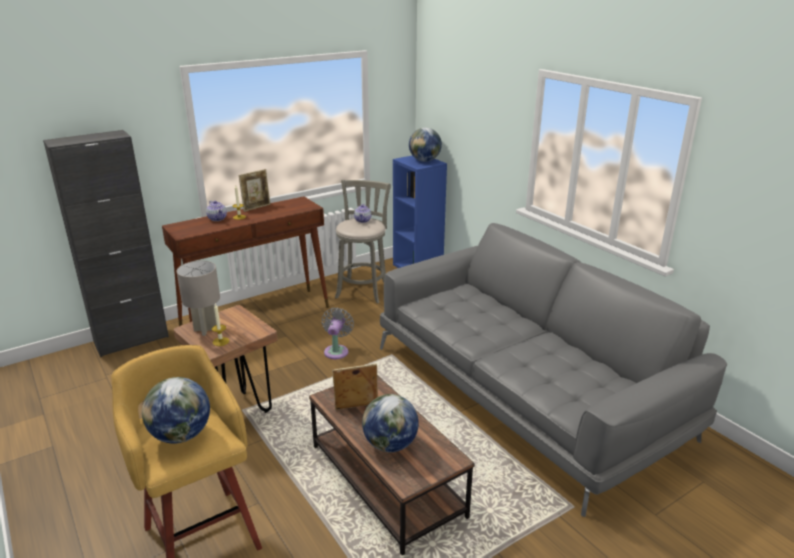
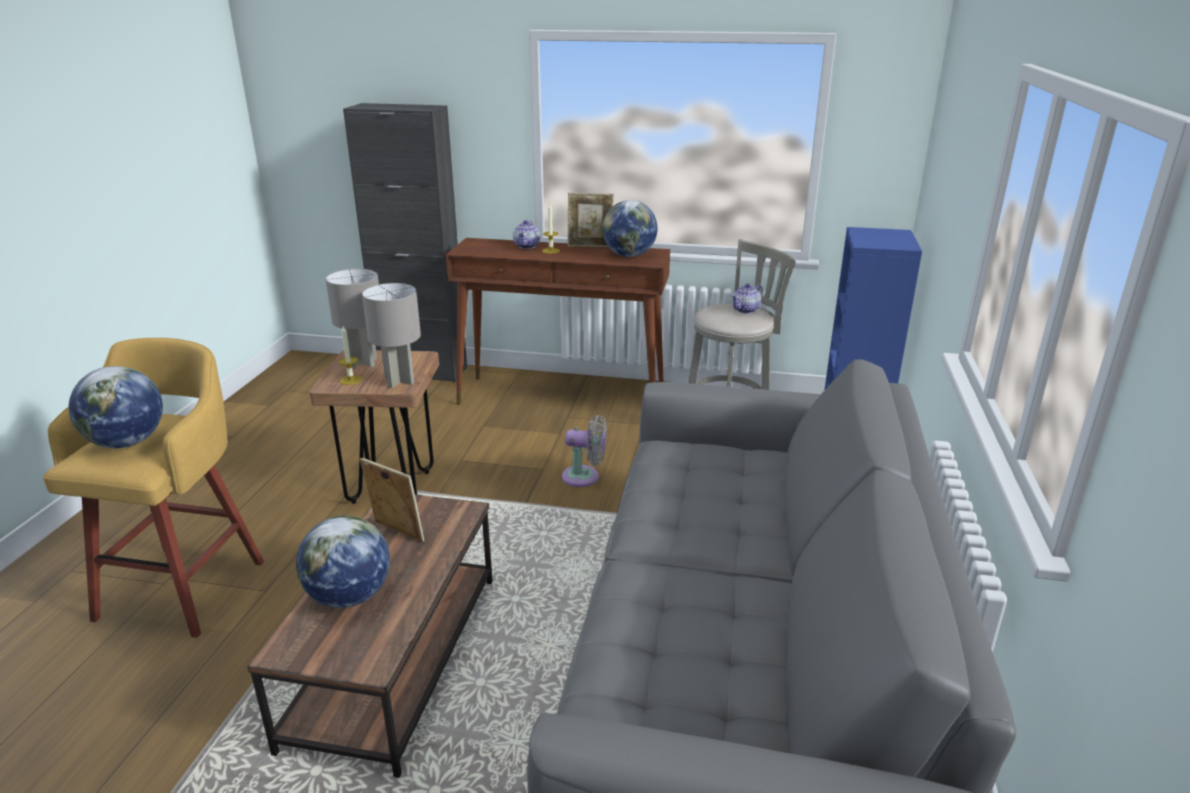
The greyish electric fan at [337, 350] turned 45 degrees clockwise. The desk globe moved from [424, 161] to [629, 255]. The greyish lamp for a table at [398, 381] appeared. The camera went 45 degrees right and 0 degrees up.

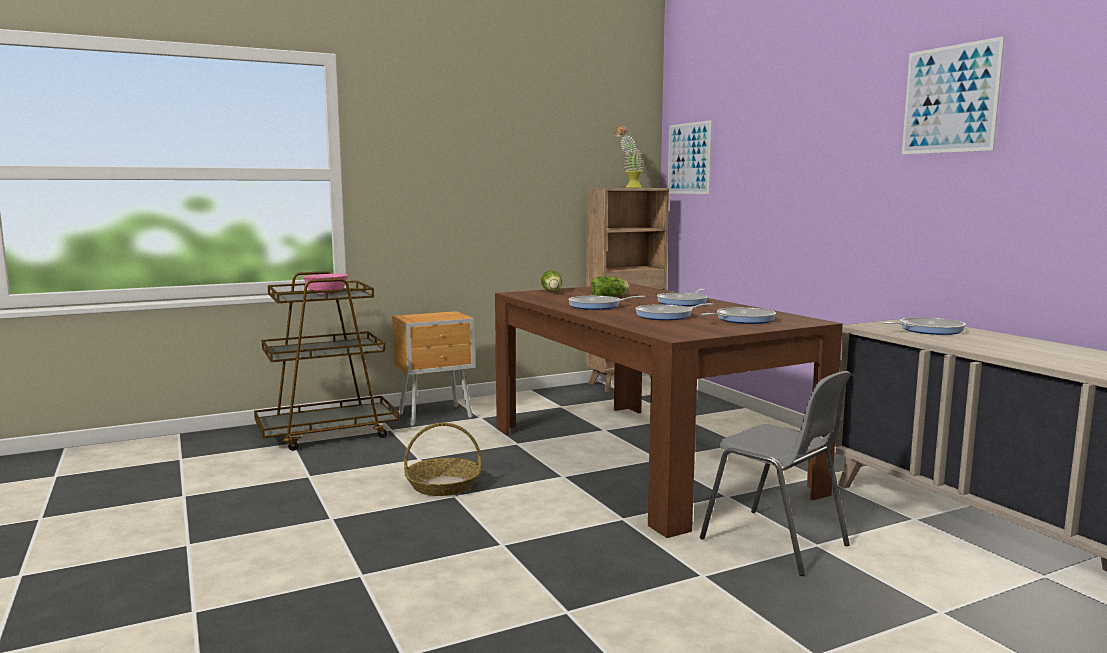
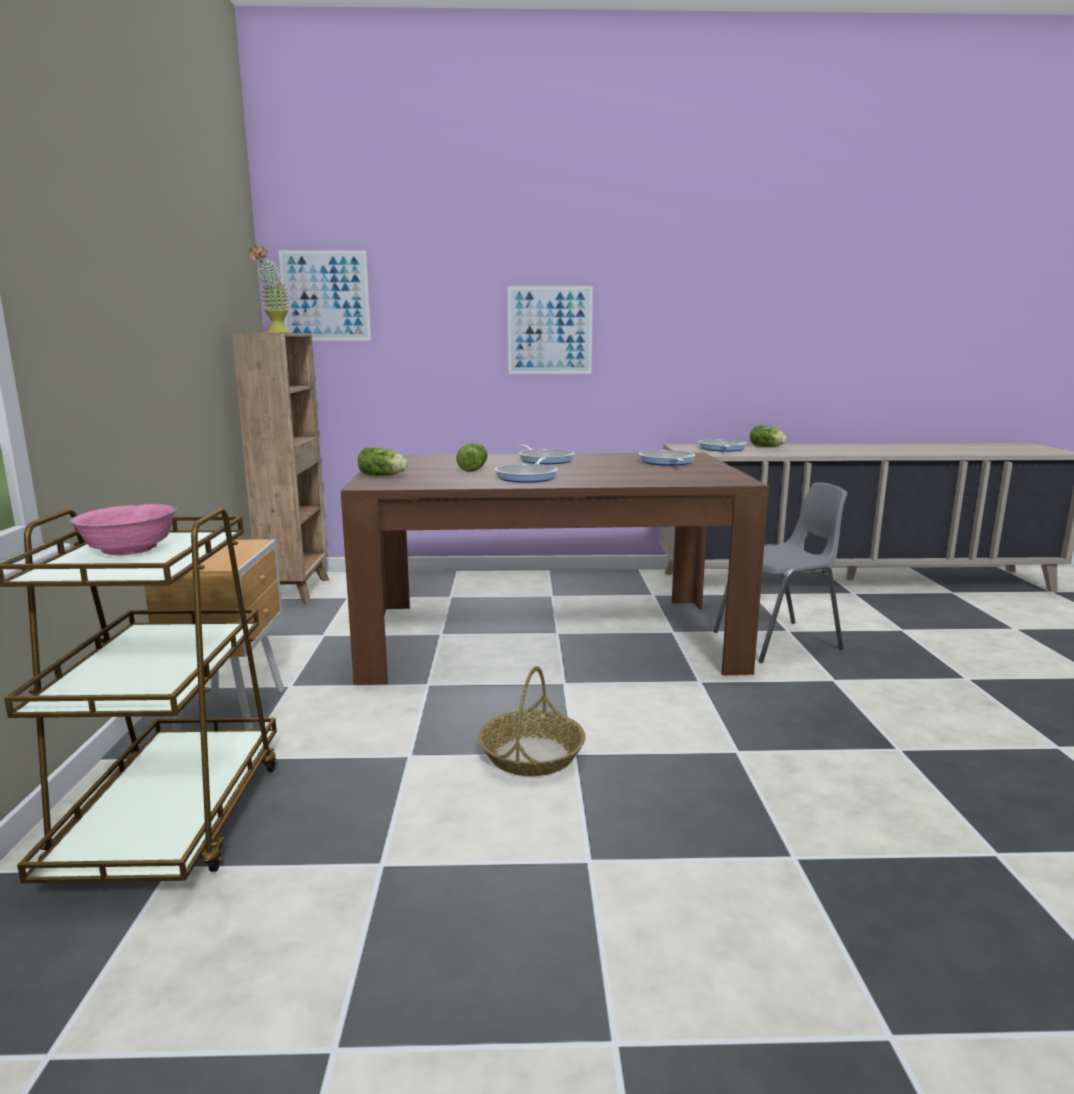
The frying pan at [667, 316] disappeared. The wall picture moved from [950, 99] to [550, 330]. The head of lettuce at [768, 447] appeared. The camera went 65 degrees left and 5 degrees up.

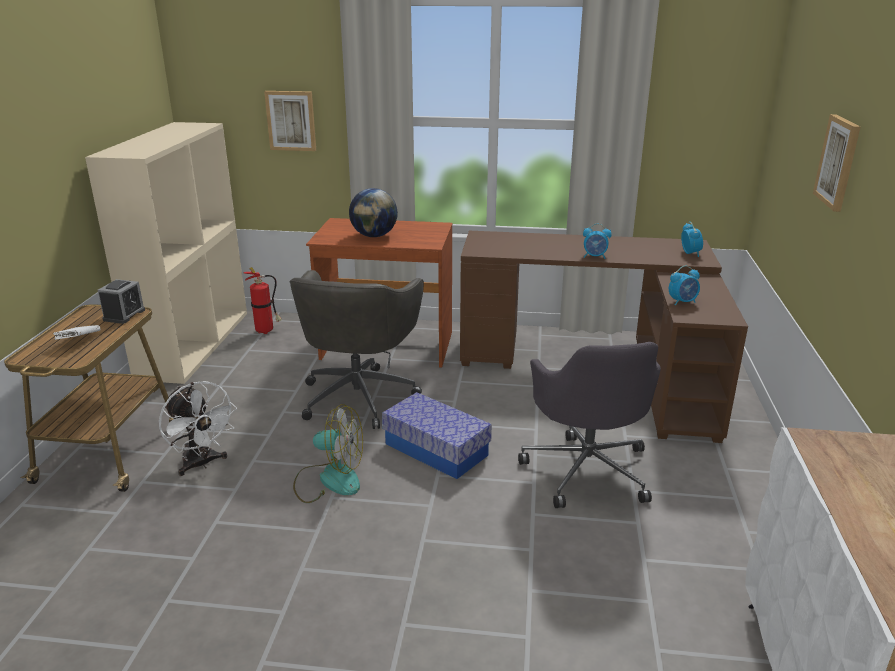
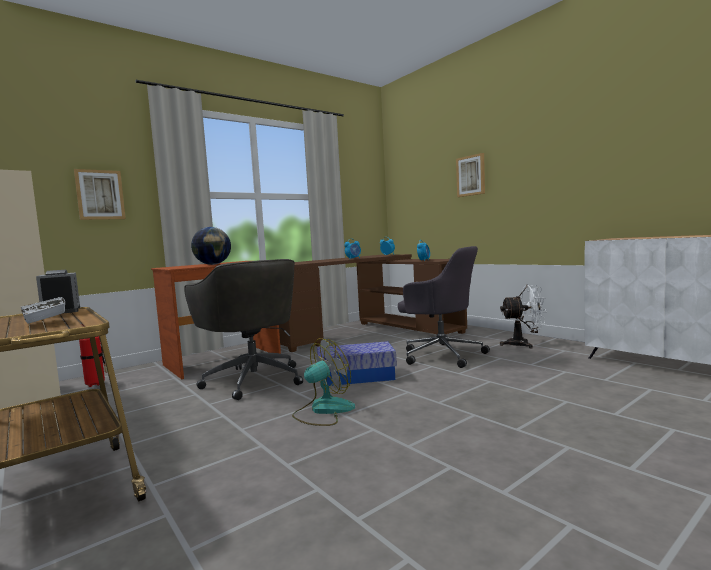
The whitish electric fan moved from [202, 464] to [524, 344]. The camera went 45 degrees left and 20 degrees down.

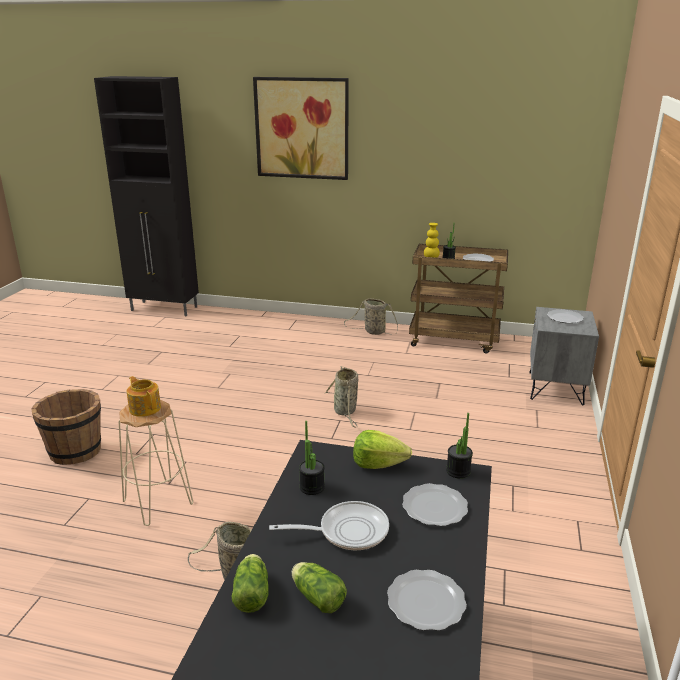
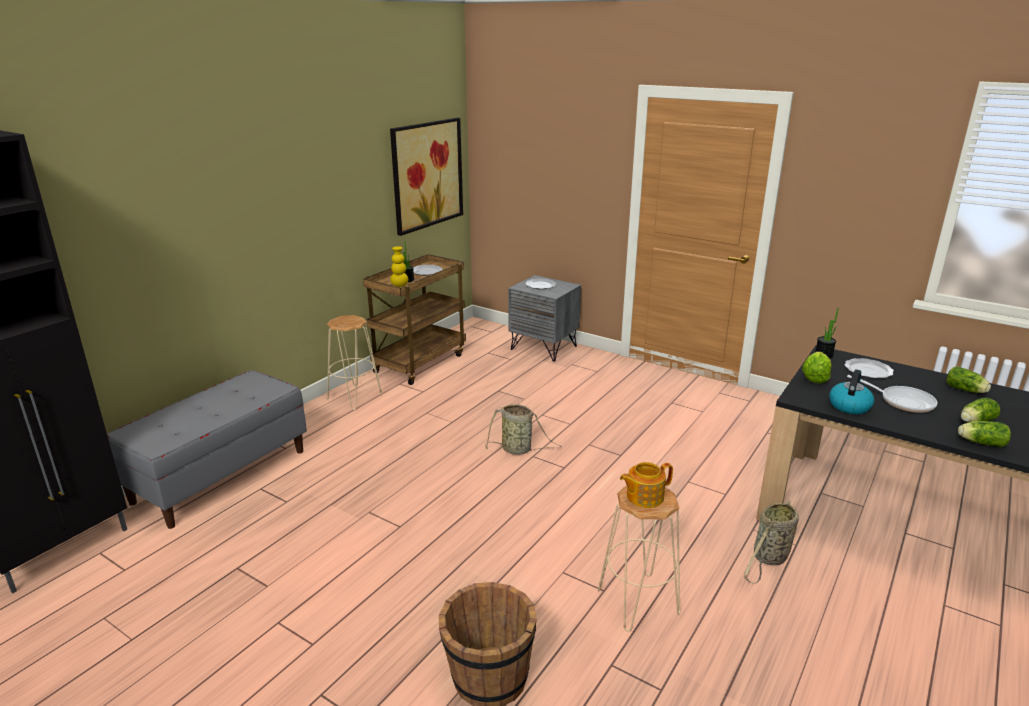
The wall picture moved from [302, 128] to [427, 174]. The frying pan at [347, 531] turned 120 degrees clockwise. The plant in a pot at [312, 487] was replaced by the tea kettle at [849, 406]. The basket at [373, 331] was replaced by the beige stool at [354, 397]. The flat dish at [427, 602] was replaced by the head of lettuce at [966, 390]. The greyish indoor bench at [221, 475] appeared. The camera went 70 degrees left and 0 degrees up.

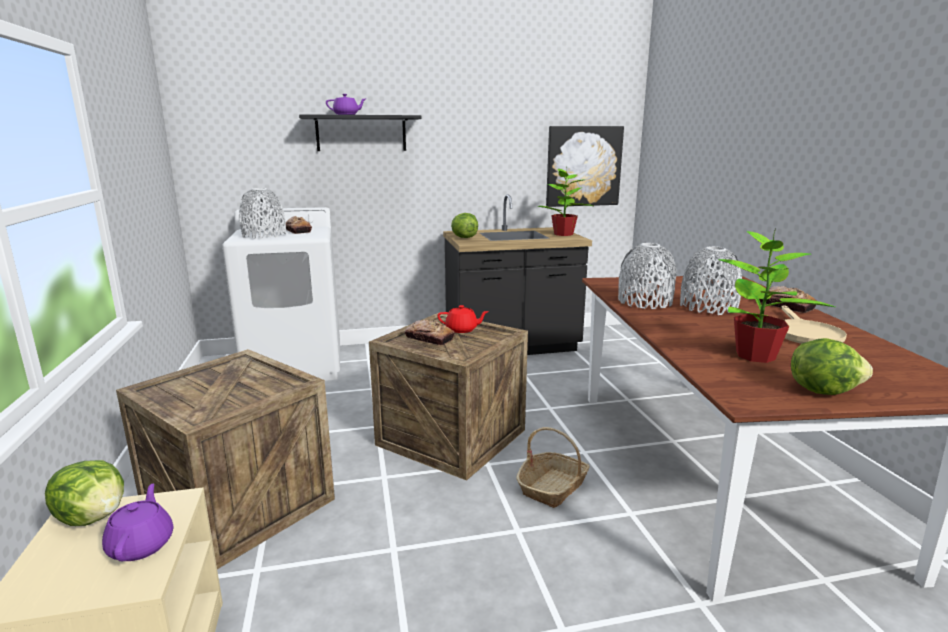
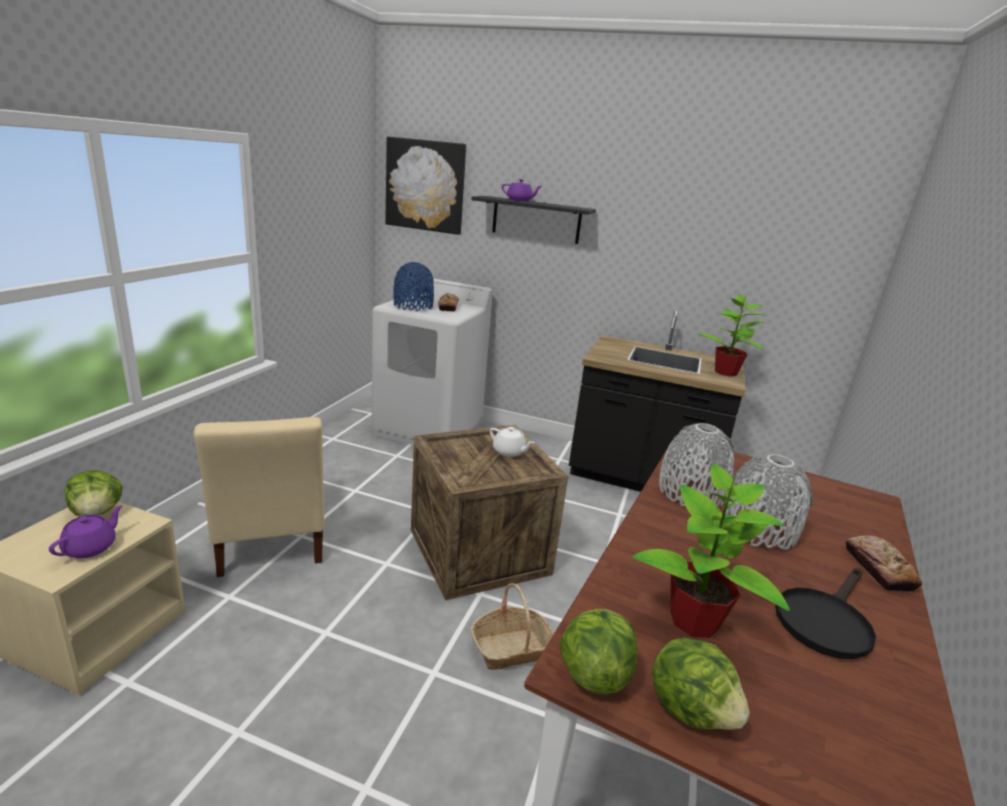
The shipping crate at [239, 505] was replaced by the beige upright chair at [270, 538]. The greyish vase at [264, 235] became the bluish vase at [413, 306]. The bread at [429, 338] disappeared. The red pot for tea at [462, 329] became the whitish pot for tea at [509, 451]. The head of lettuce moved from [464, 237] to [593, 673]. The wall picture moved from [583, 166] to [425, 186]. The beige frying pan at [804, 333] became the blackish frying pan at [825, 620]. The camera went 30 degrees right and 5 degrees up.

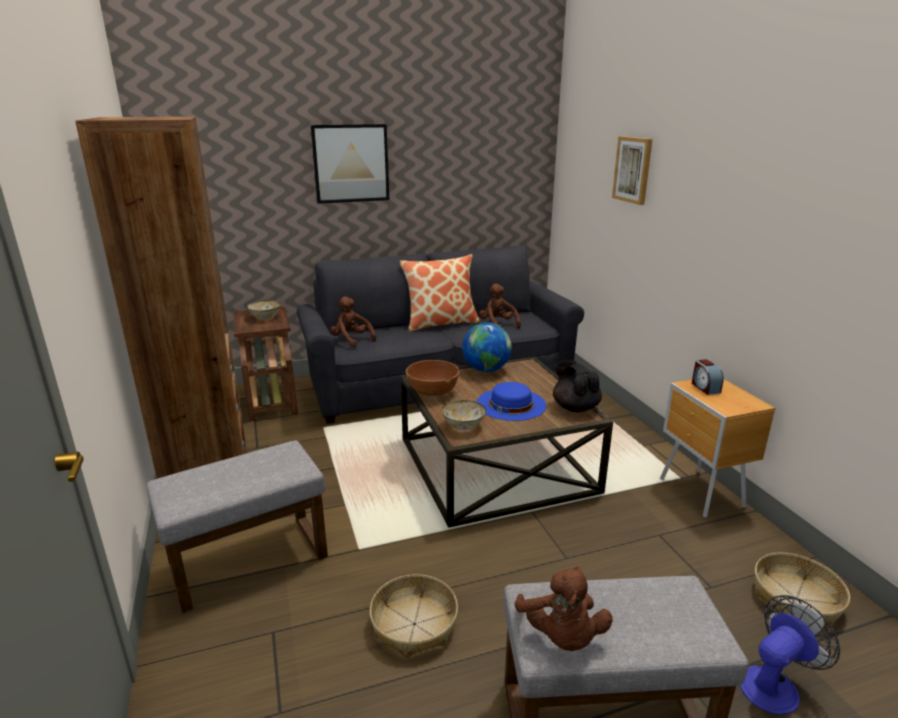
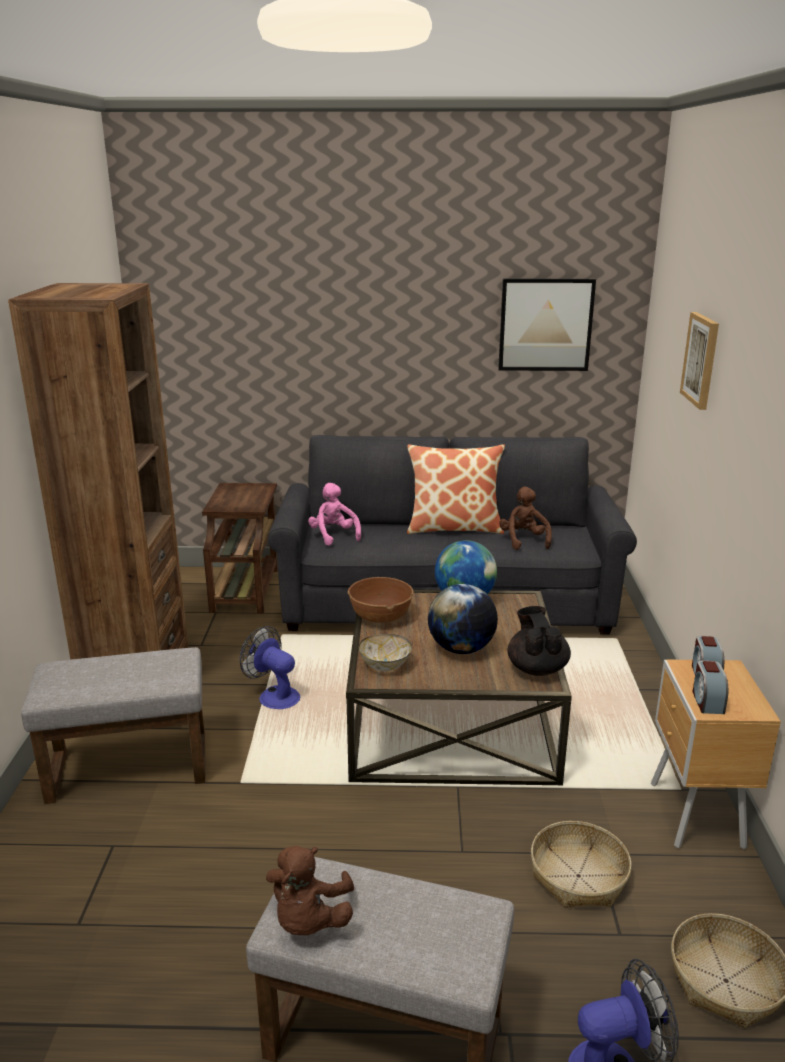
The deep dish at [266, 317] disappeared. The wall picture moved from [351, 163] to [545, 325]. The brown-coloured cuddly toy at [351, 340] became the pink-coloured cuddly toy at [334, 535]. The basket moved from [414, 624] to [578, 876]. The bluish hat at [511, 404] was replaced by the desk globe at [461, 649]. The electric fan at [274, 695] appeared. The bedside clock at [707, 701] appeared. The camera went 20 degrees right and 0 degrees up.

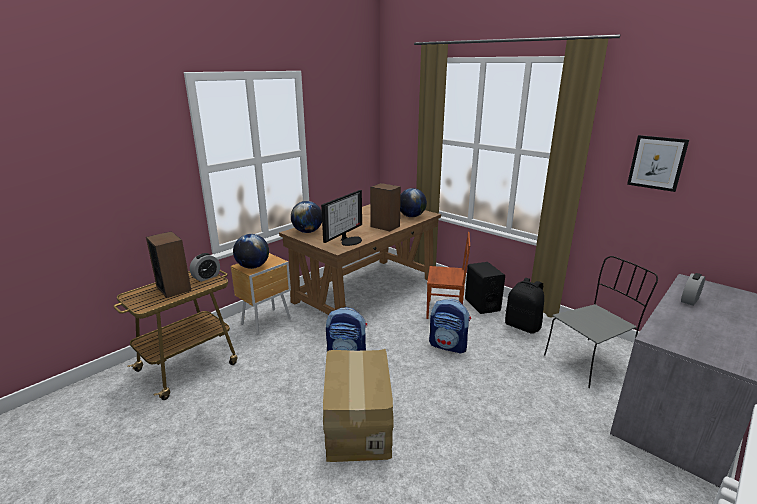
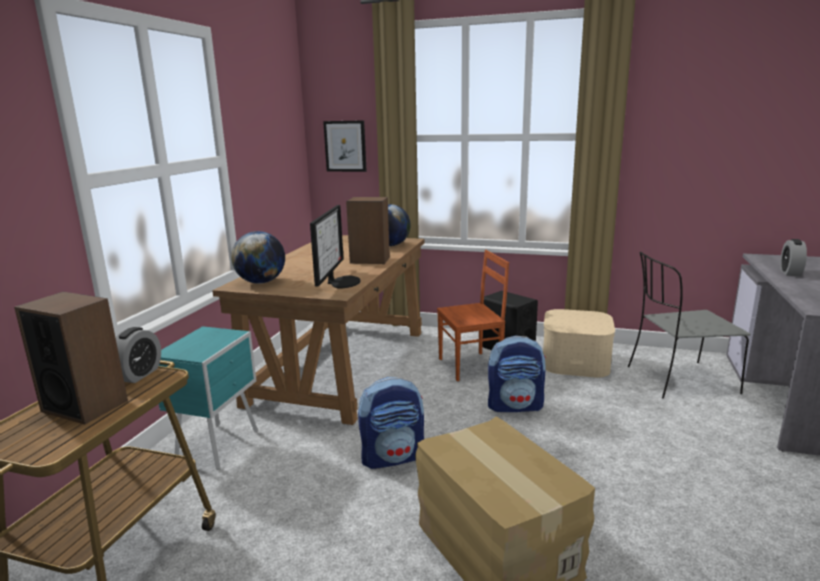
The brown-coloured bedside table at [267, 321] became the turquoise bedside table at [220, 445]. The desk globe at [253, 267] disappeared. The blackish rucksack at [523, 326] was replaced by the beige storage bin at [575, 361]. The greyish upright chair at [589, 361] turned 135 degrees counterclockwise. The wall picture moved from [657, 163] to [345, 146]. The camera went 25 degrees left and 5 degrees down.

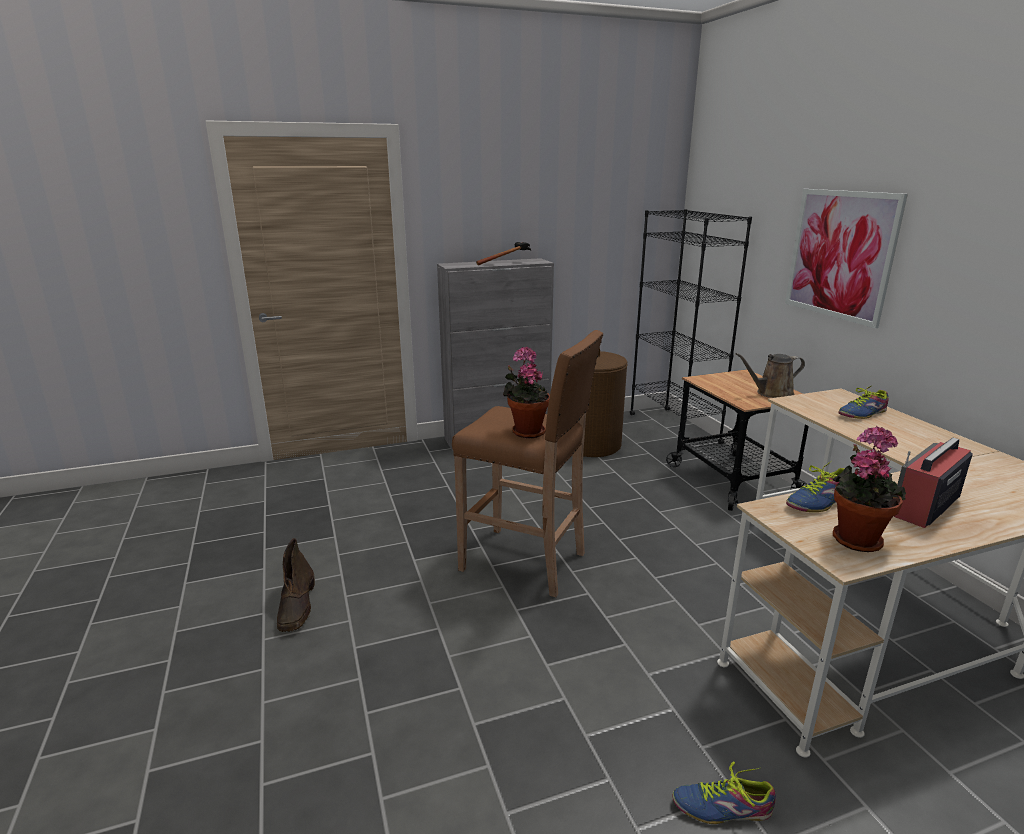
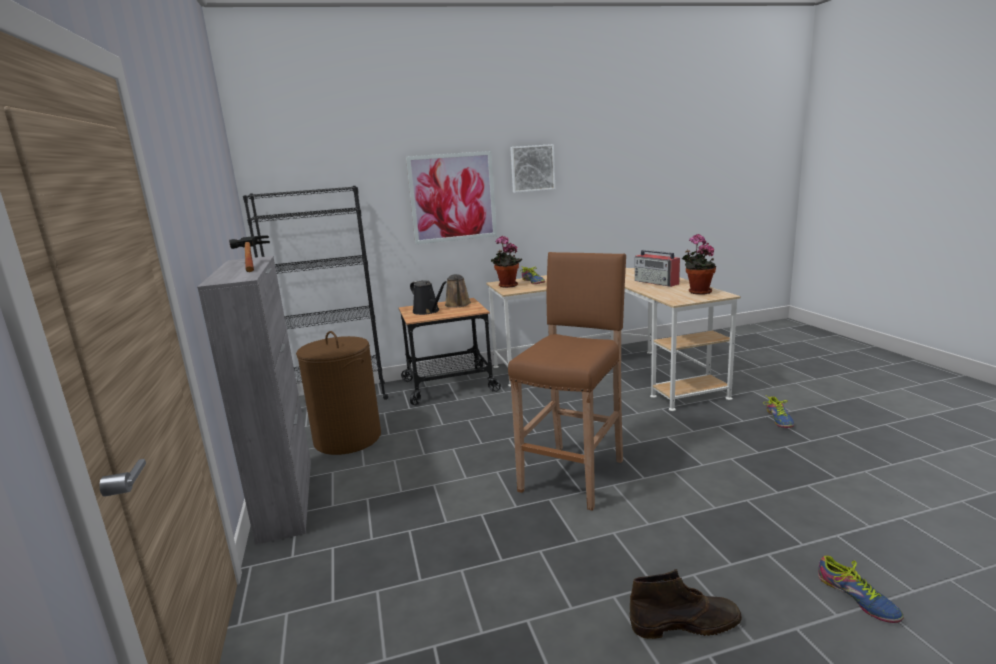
The plant in a pot moved from [526, 431] to [506, 286]. The item of footwear moved from [819, 502] to [857, 598]. The blackish watering can at [428, 311] appeared. The wall picture at [532, 168] appeared. The camera went 85 degrees left and 5 degrees down.

